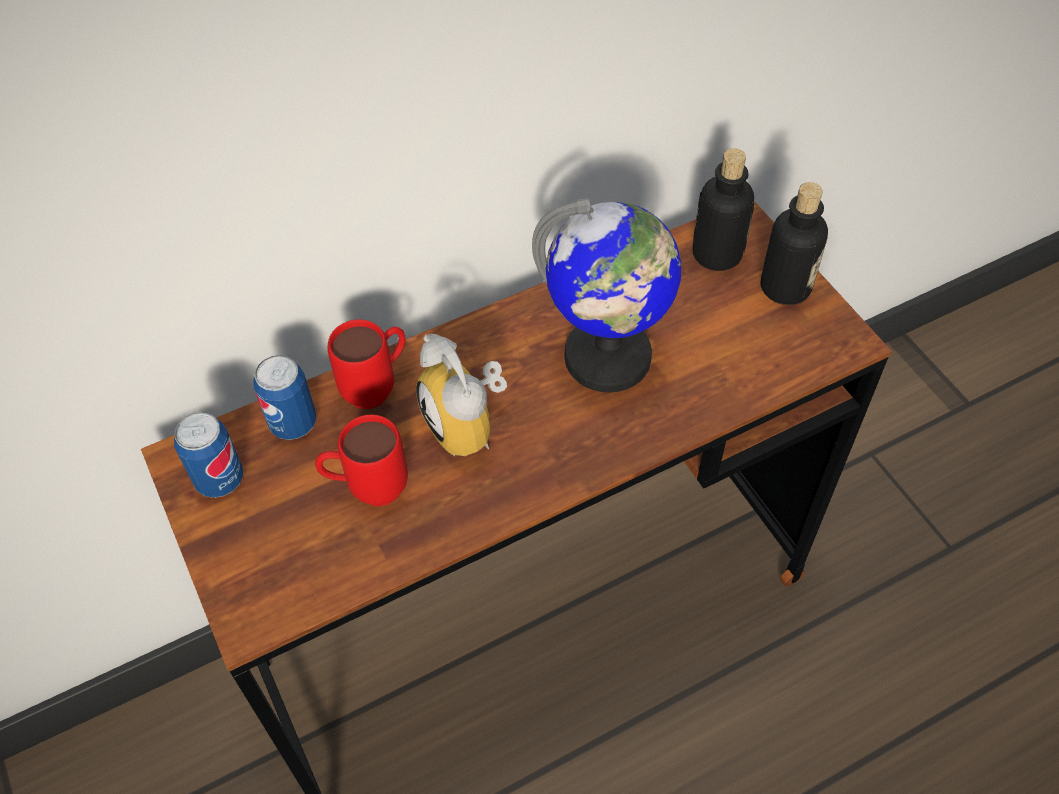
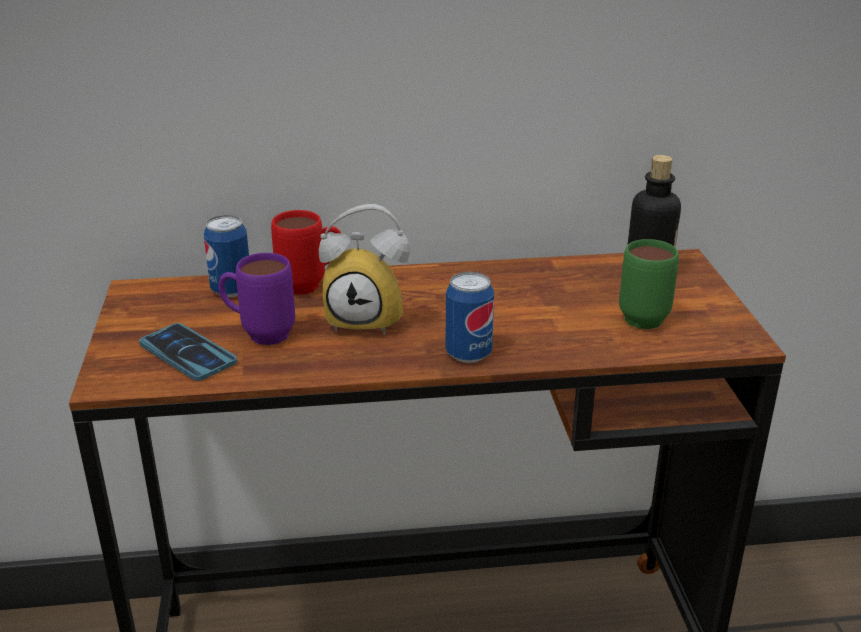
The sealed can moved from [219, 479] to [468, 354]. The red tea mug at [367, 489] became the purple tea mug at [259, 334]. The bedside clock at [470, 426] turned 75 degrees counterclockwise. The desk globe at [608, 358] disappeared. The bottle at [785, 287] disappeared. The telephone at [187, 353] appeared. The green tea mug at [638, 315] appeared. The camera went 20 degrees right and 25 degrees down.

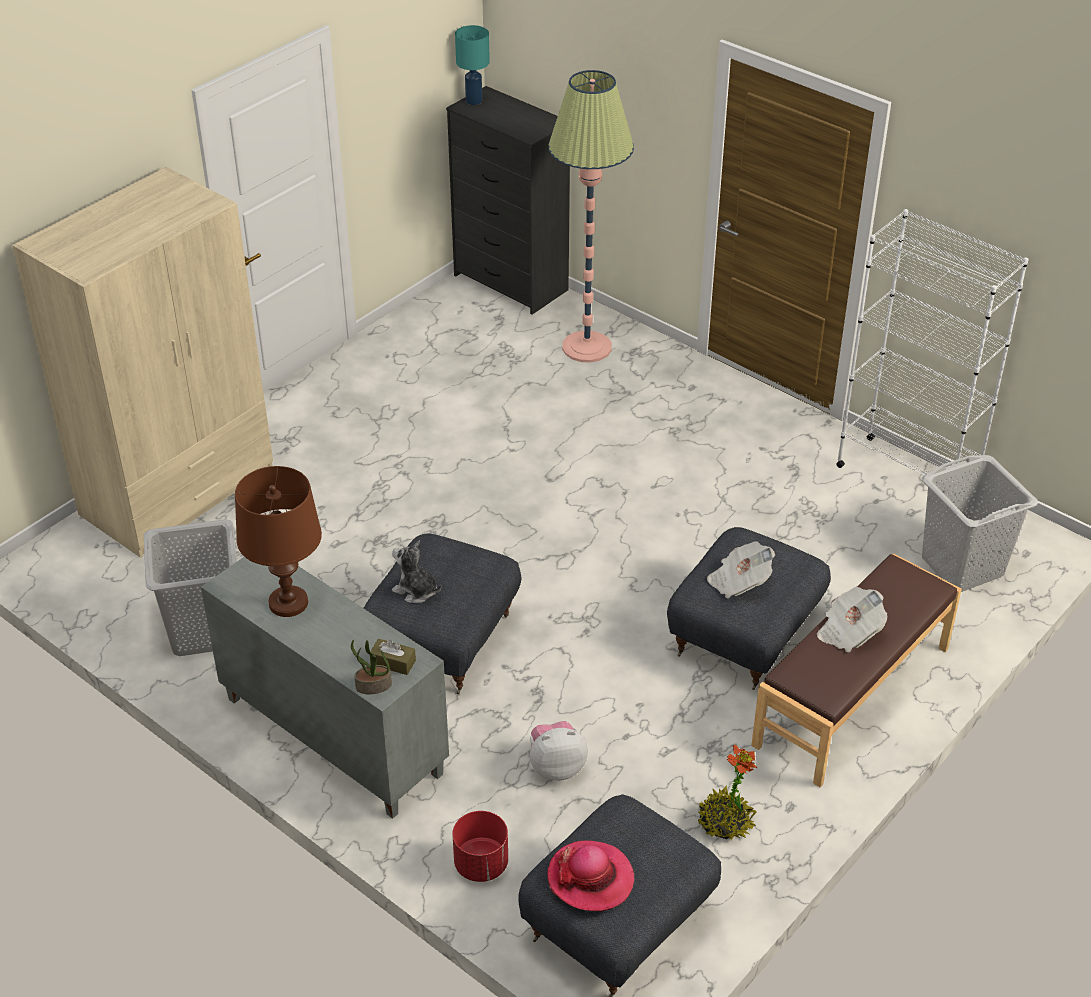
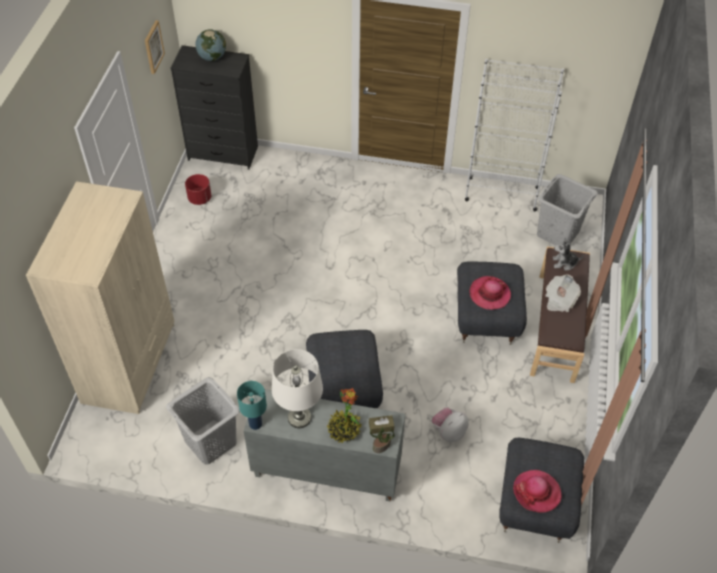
The brown-coloured lamp for a table at [288, 603] became the whitish lamp for a table at [299, 417]. The cuddly toy moved from [416, 591] to [564, 263]. The red plant pot moved from [481, 864] to [200, 198]. The turquoise lamp for a table moved from [473, 101] to [255, 424]. The standard lamp at [587, 347] disappeared. The plant in a pot moved from [724, 823] to [344, 430]. The daily paper at [739, 582] was replaced by the hat at [489, 294]. The wall picture at [153, 47] appeared. The desk globe at [212, 57] appeared. The camera went 30 degrees left and 10 degrees up.

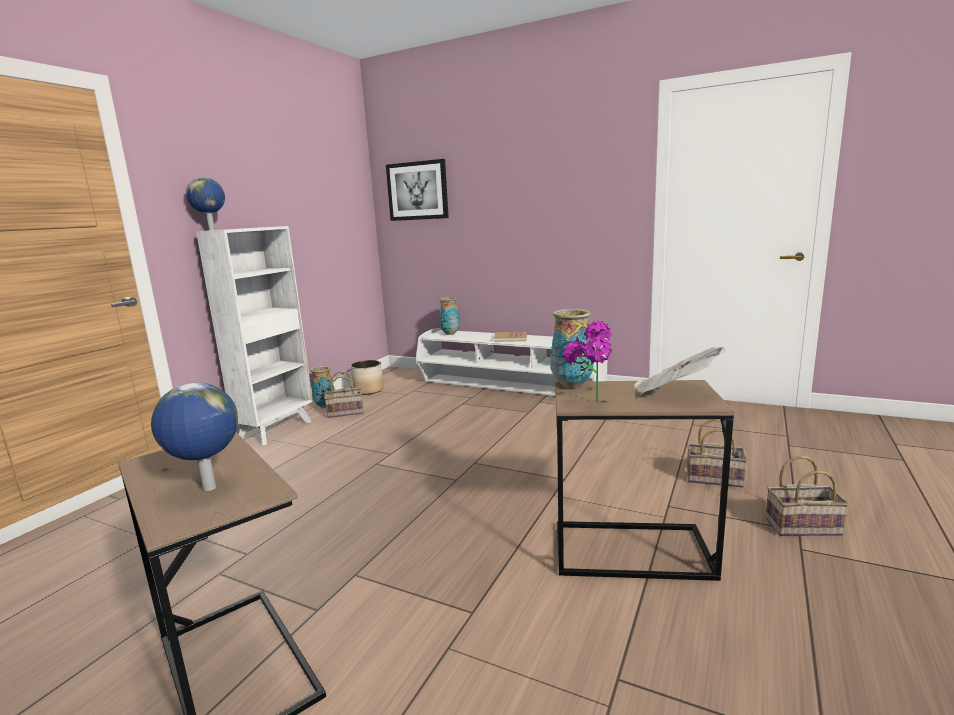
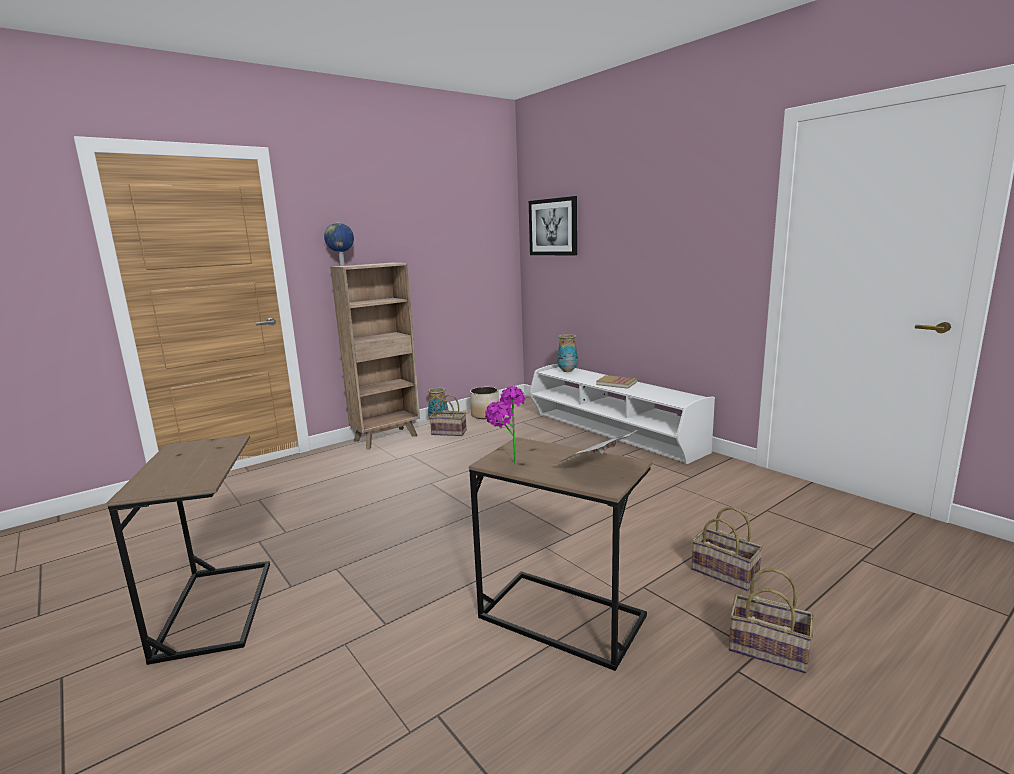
The desk globe at [209, 489] disappeared. The whitish bookcase at [277, 429] became the brown-coloured bookcase at [387, 438]. The vase at [572, 385] disappeared. The camera went 25 degrees right and 0 degrees up.

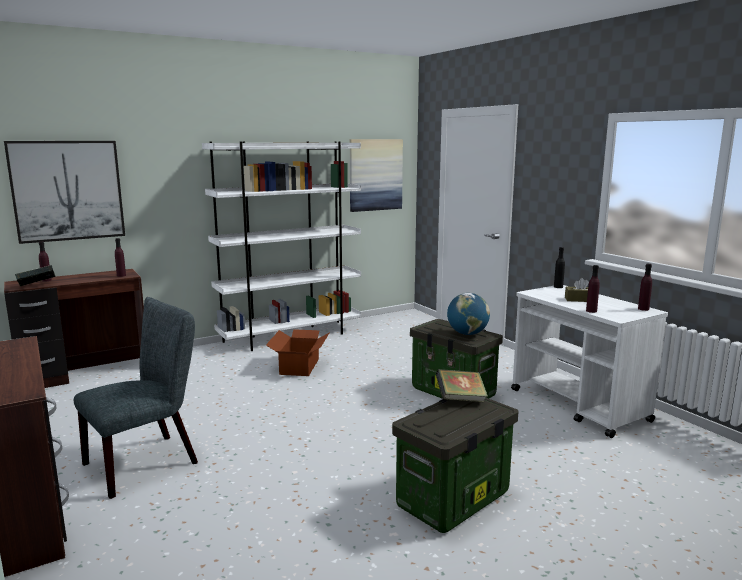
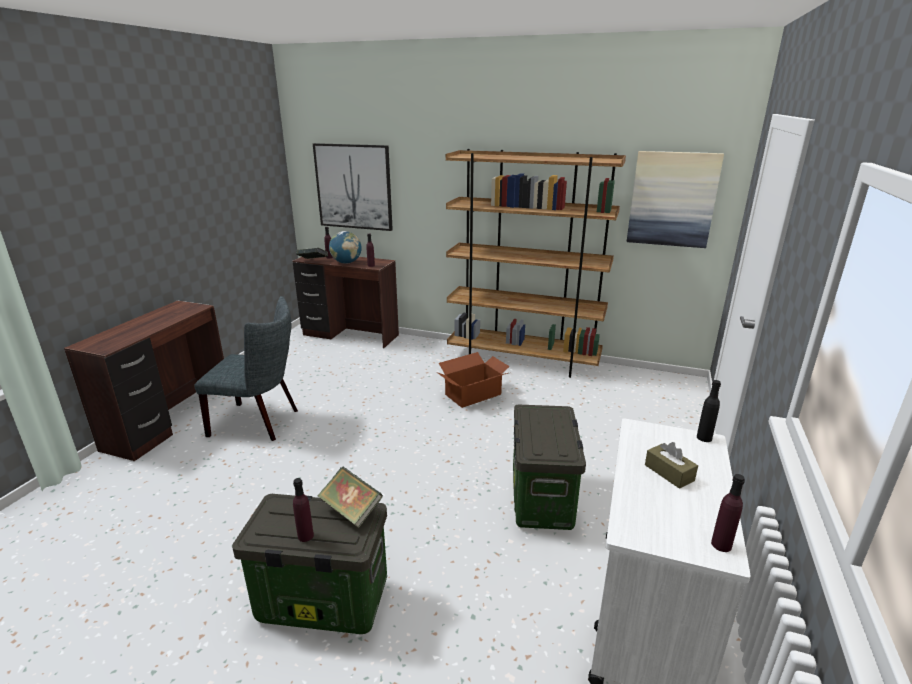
The whitish bookcase at [291, 336] became the brown-coloured bookcase at [523, 360]. The desk globe moved from [467, 333] to [346, 262]. The purple bottle moved from [591, 311] to [305, 536]. The camera went 50 degrees right and 10 degrees up.

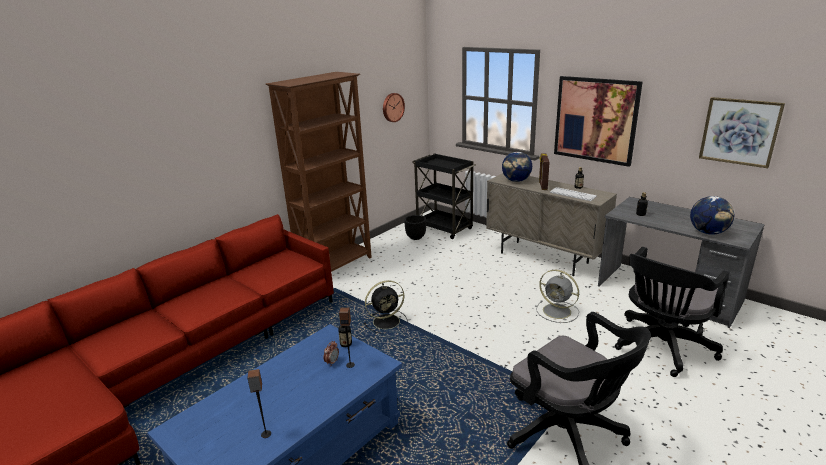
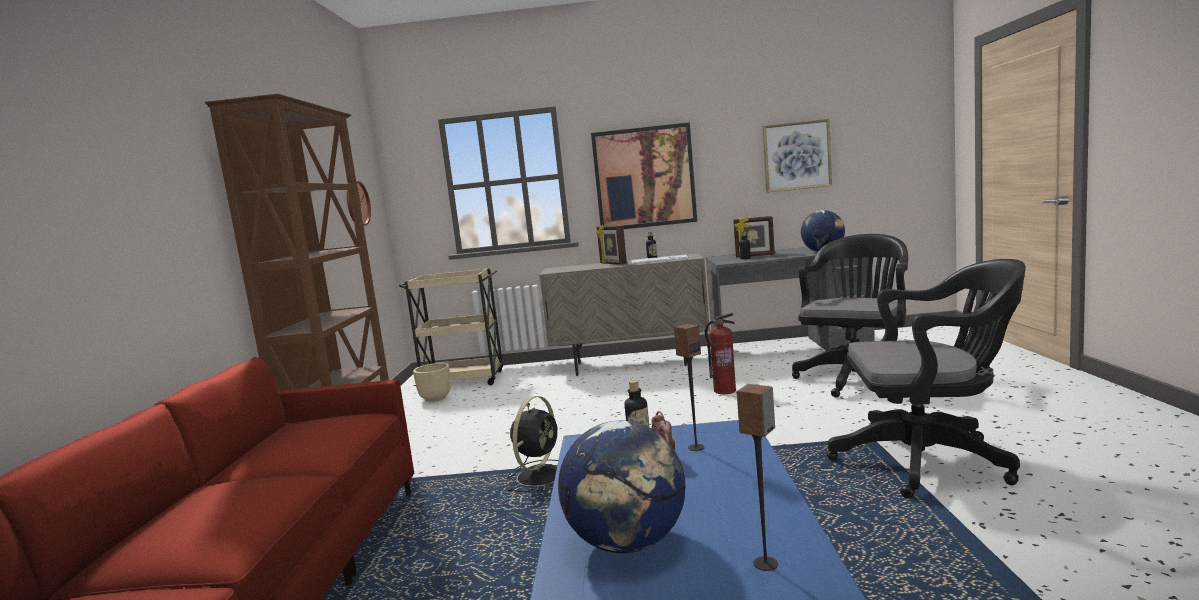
The blackish plant pot at [416, 237] became the beige plant pot at [436, 398]. The blackish trolley at [444, 228] became the beige trolley at [464, 381]. The desk globe moved from [516, 181] to [628, 543]. The greyish electric fan at [558, 311] was replaced by the extinguisher at [725, 390]. The blackish office chair at [661, 348] turned 150 degrees counterclockwise. The standing frame at [755, 256] appeared. The camera went 40 degrees left and 15 degrees down.

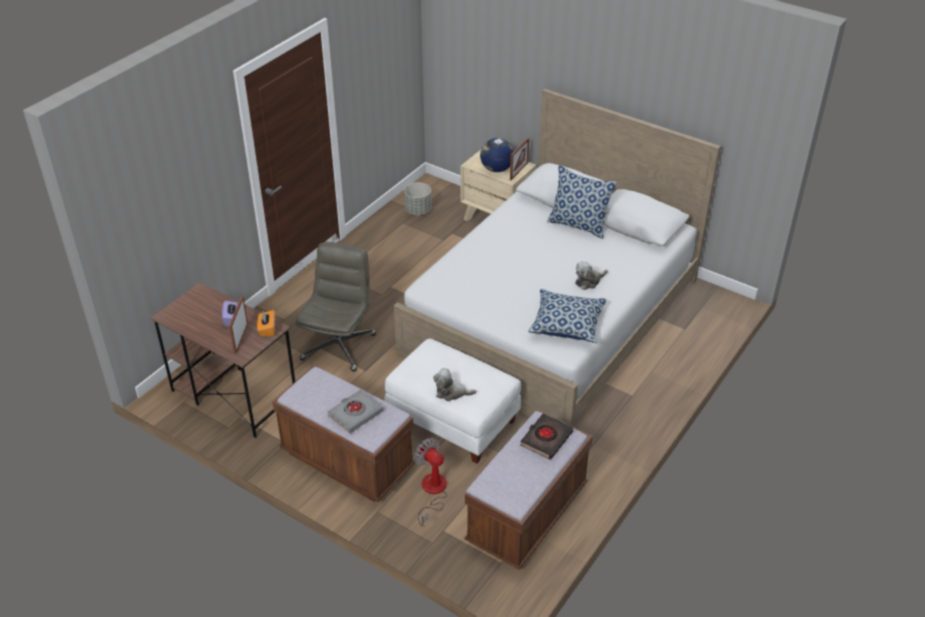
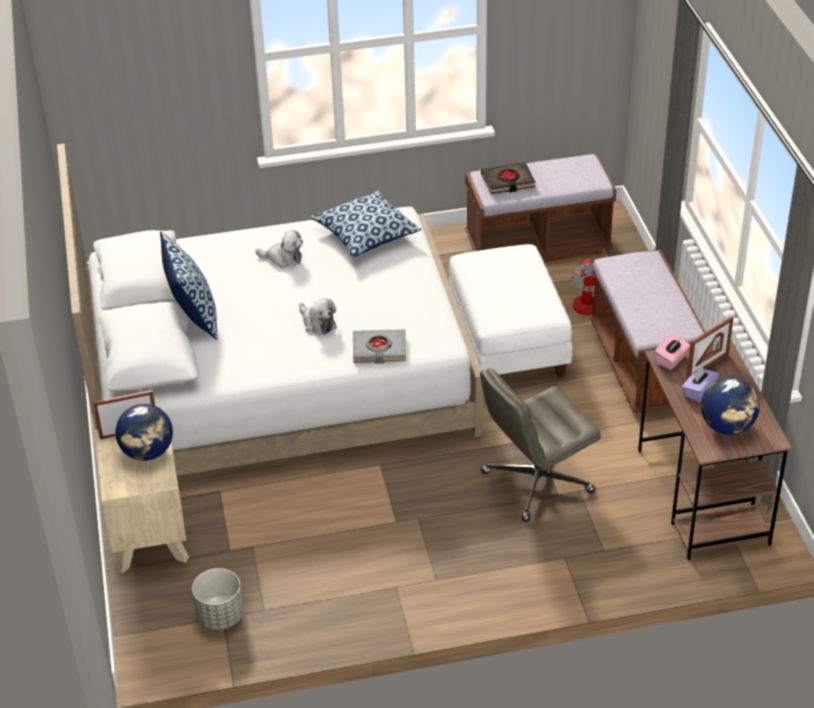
The orange-coloured tissue box at [267, 329] became the pink-coloured tissue box at [671, 360]. The greyish book moved from [355, 414] to [379, 350]. The cuddly toy moved from [451, 392] to [317, 323]. The desk globe at [727, 427] appeared. The camera went 135 degrees left and 0 degrees up.

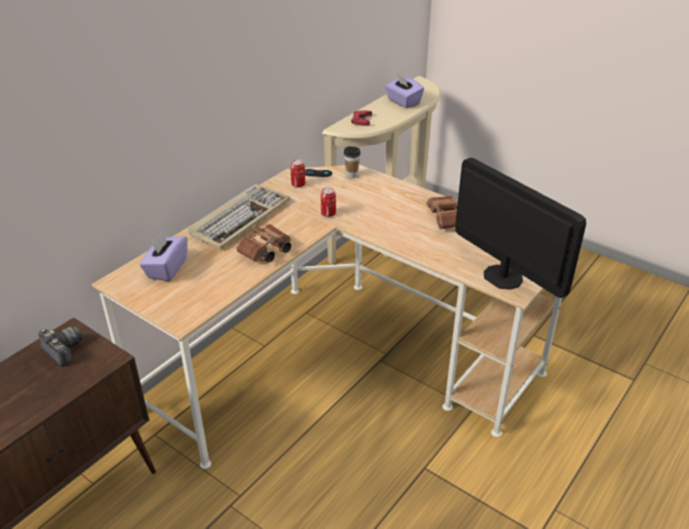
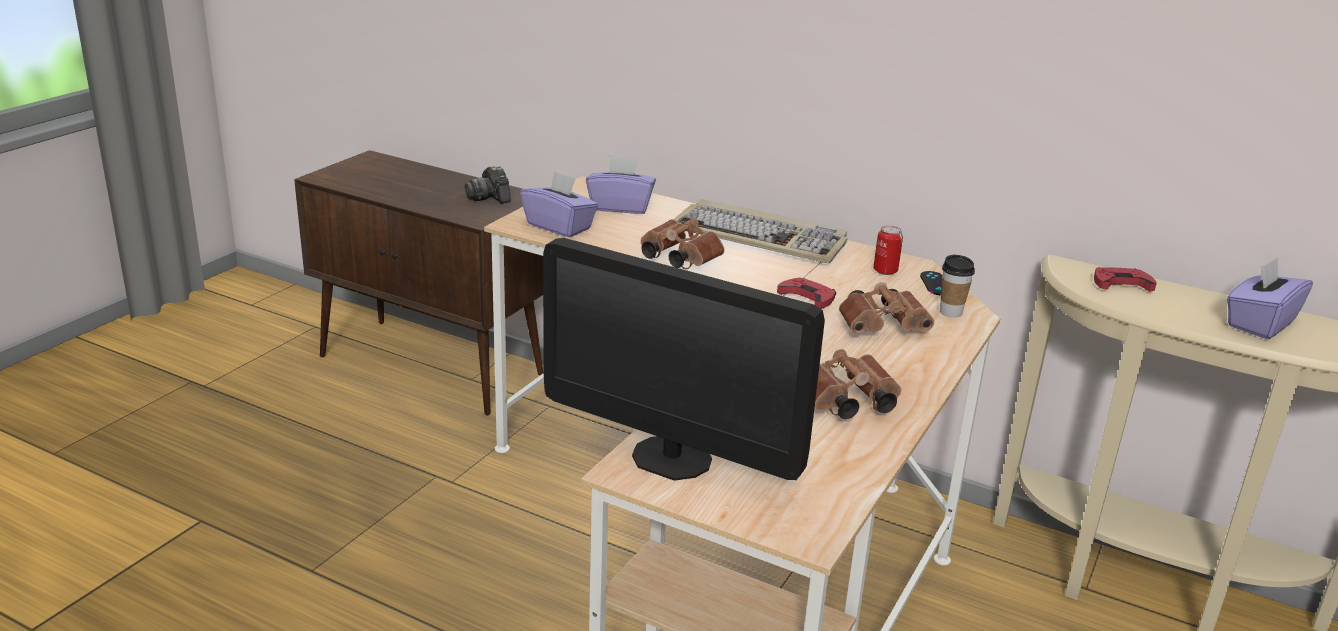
The still camera at [63, 351] turned 120 degrees clockwise. The sealed can at [328, 214] was replaced by the red joypad at [807, 297]. The computer display at [503, 277] turned 75 degrees clockwise. The purple tissue box at [559, 226] appeared. The brown-coloured pair of binoculars at [884, 327] appeared. The camera went 80 degrees right and 10 degrees down.

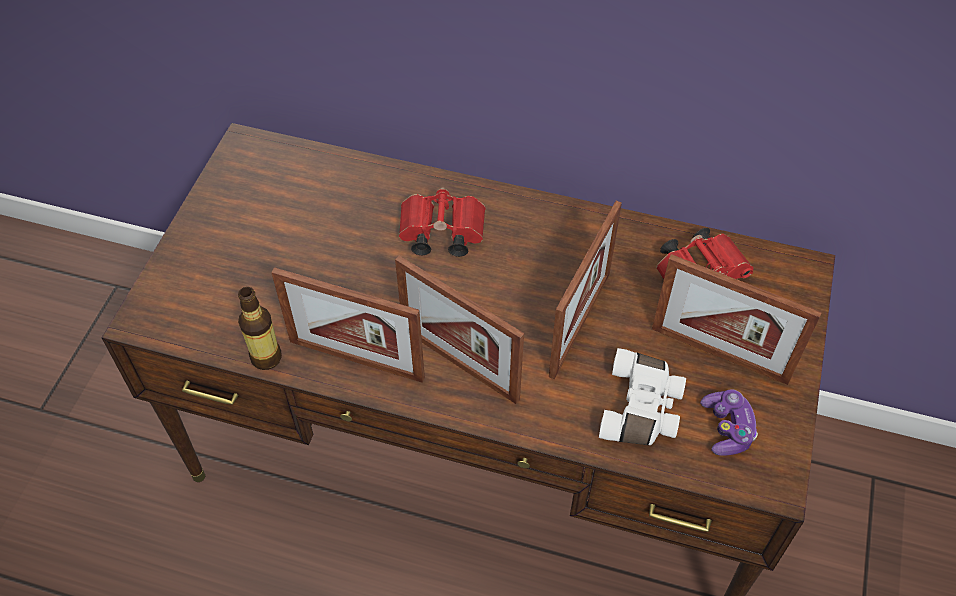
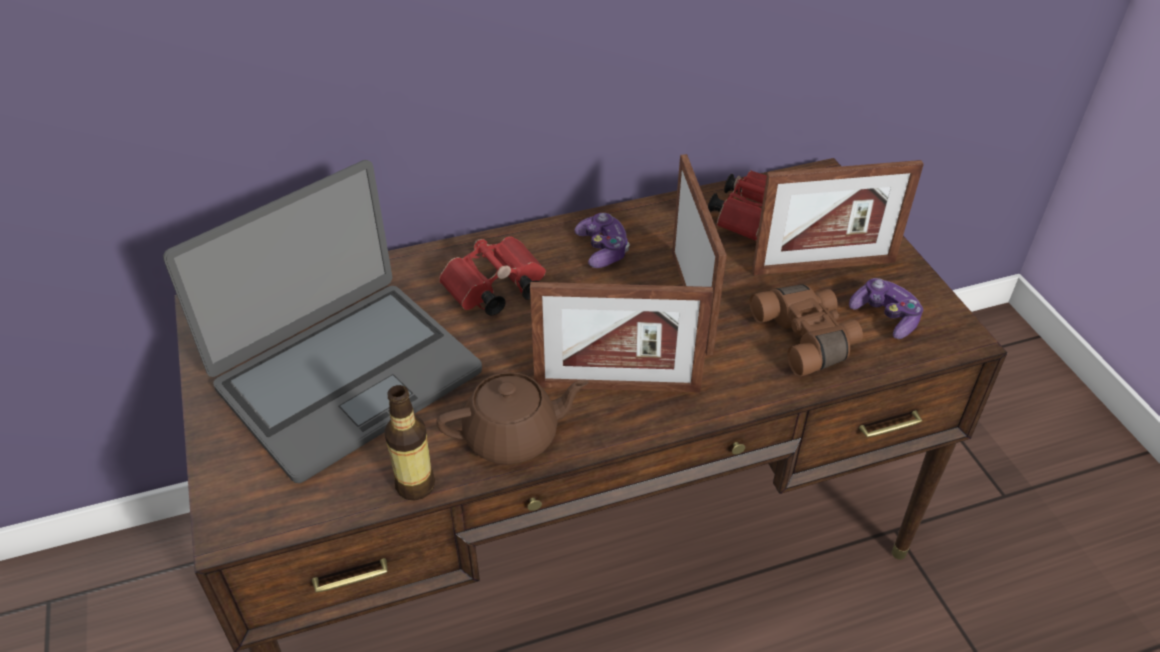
The standing frame at [356, 359] was replaced by the brown-coloured pot for tea at [513, 436]. The whitish pair of binoculars at [642, 409] became the brown-coloured pair of binoculars at [807, 338]. The notebook computer at [347, 377] appeared. The joypad at [602, 249] appeared. The camera went 35 degrees left and 10 degrees down.

